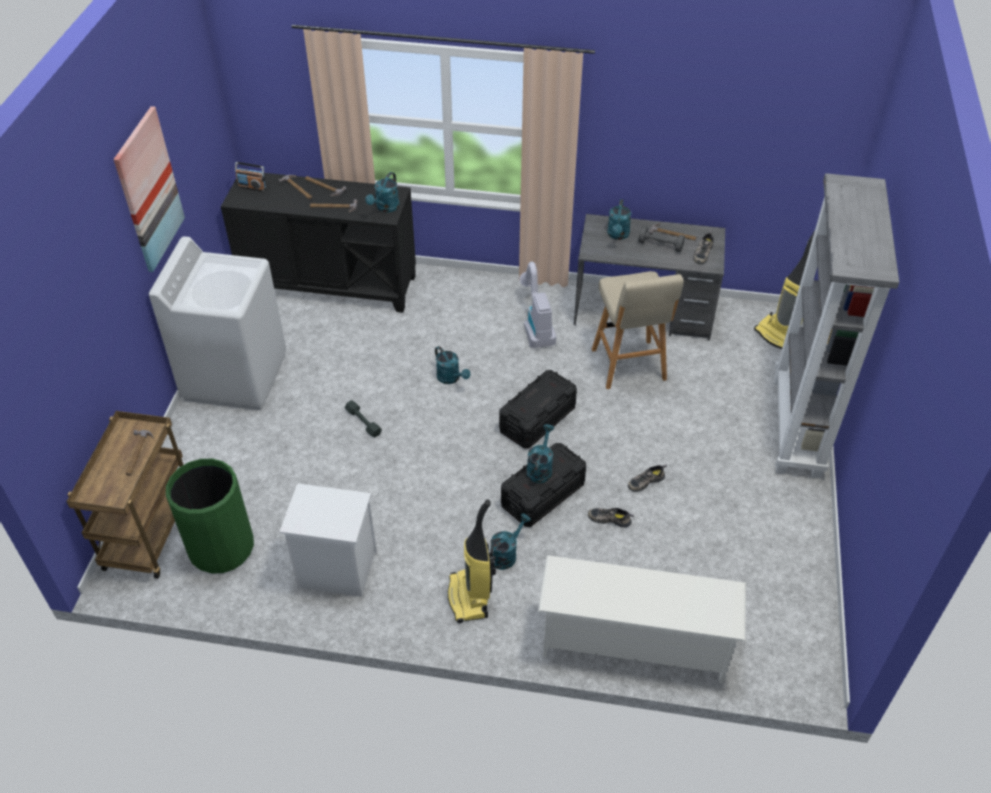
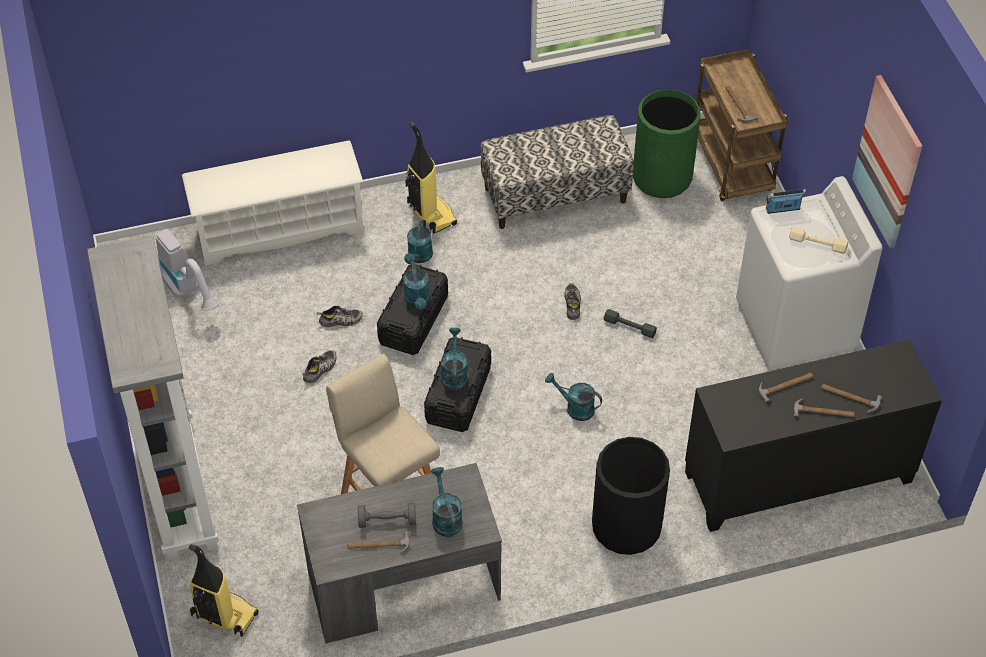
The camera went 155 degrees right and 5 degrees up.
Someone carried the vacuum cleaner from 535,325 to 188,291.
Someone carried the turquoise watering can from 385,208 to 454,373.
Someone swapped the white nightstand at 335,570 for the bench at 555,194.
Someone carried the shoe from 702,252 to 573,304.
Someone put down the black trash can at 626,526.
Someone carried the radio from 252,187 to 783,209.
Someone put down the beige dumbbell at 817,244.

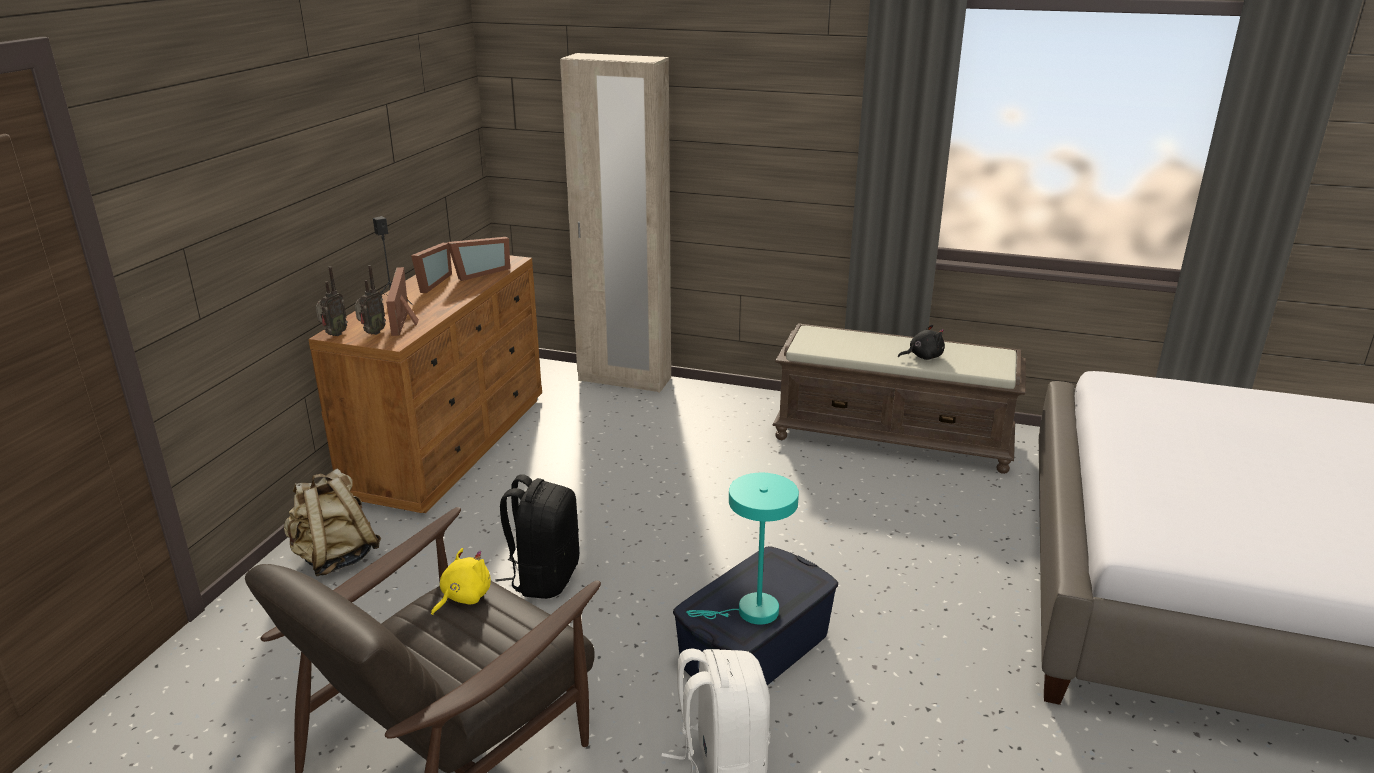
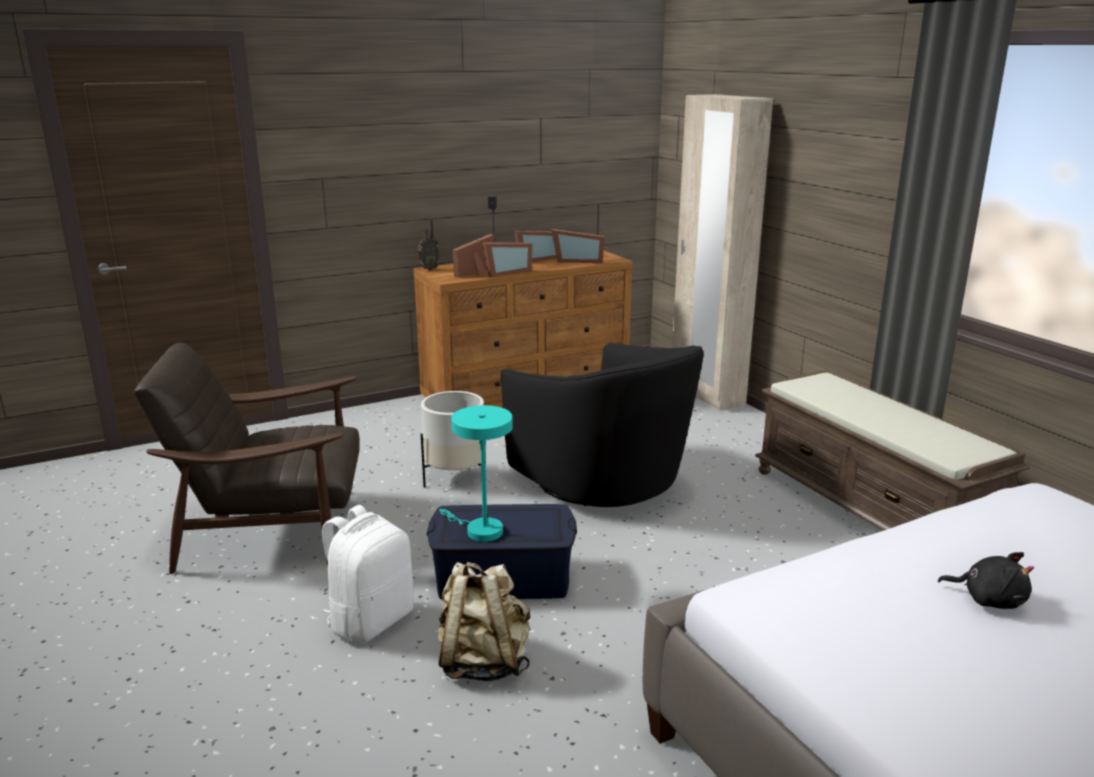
The camera went 45 degrees right and 5 degrees down.
Someone swapped the black backpack at 544,577 for the white planter at 455,478.
Someone carried the beige backpack from 335,558 to 483,662.
Someone put down the picture frame at 505,272.
Someone put down the black armchair at 602,484.
Someone carried the black plush toy from 923,357 to 988,599.
Someone took away the radio at 372,333.
Someone took away the yellow plush toy at 463,597.

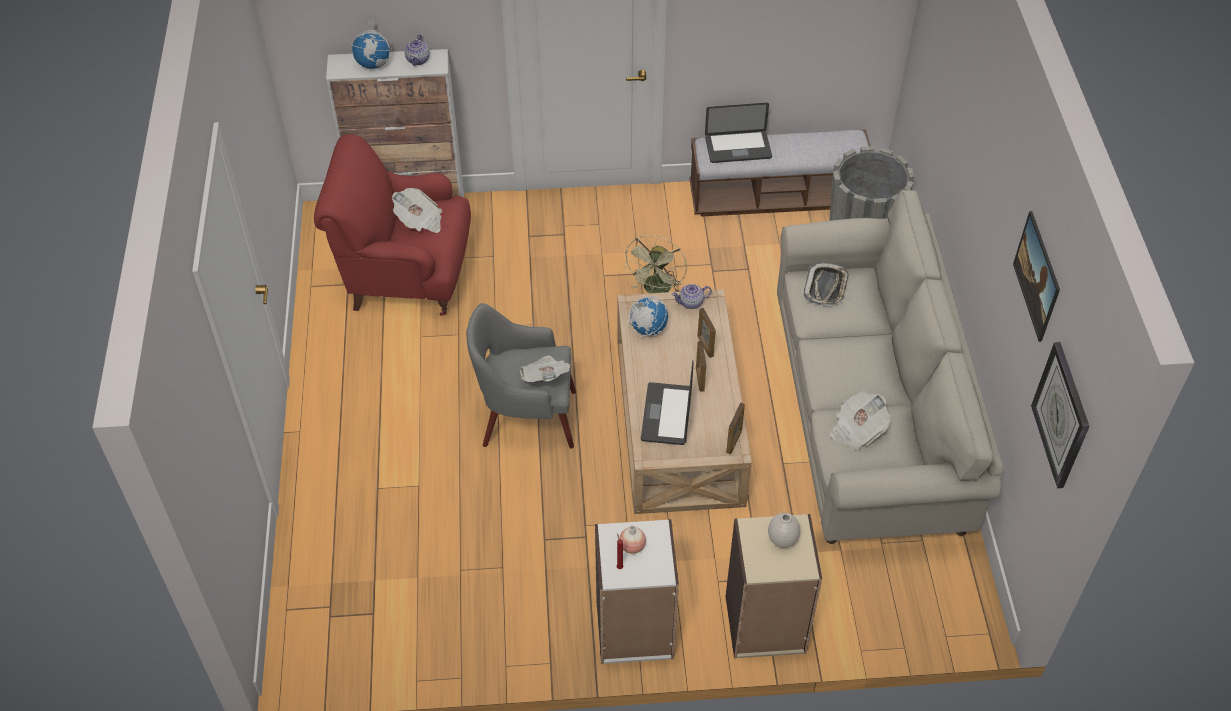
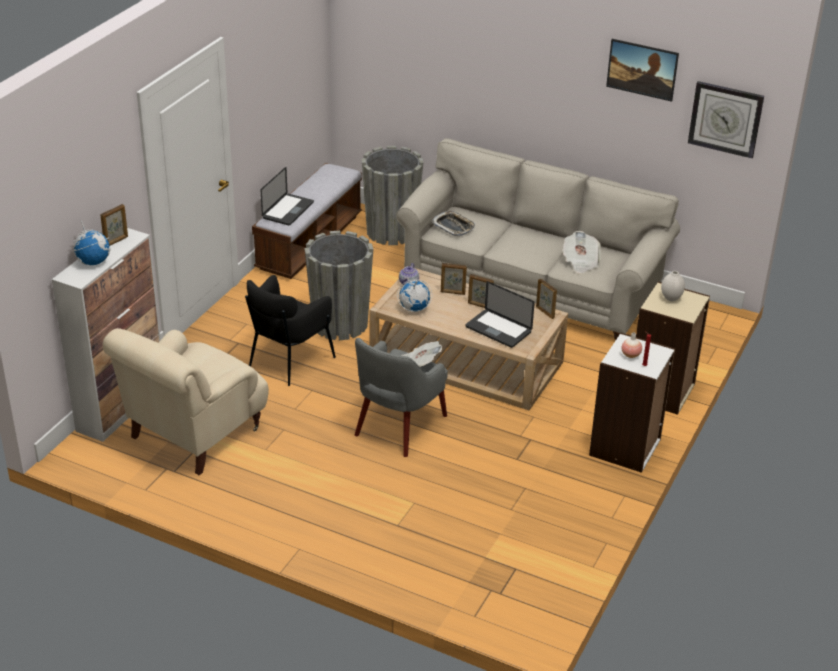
The camera went 60 degrees left and 15 degrees down.
Someone swapped the teapot at 418,59 for the picture frame at 116,241.
Someone repainted the red armchair at 406,276, which became the beige armchair at 193,434.
Someone put down the black armchair at 288,361.
Someone swapped the green fan at 656,291 for the grey planter at 340,324.
Someone took away the newspaper at 419,221.

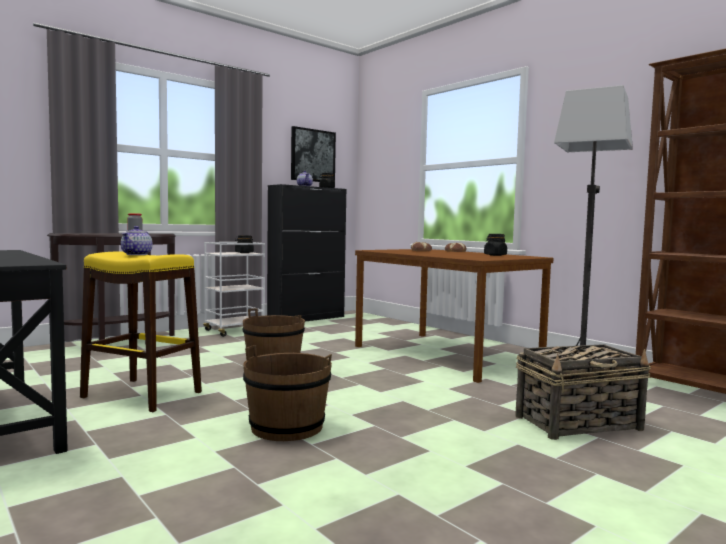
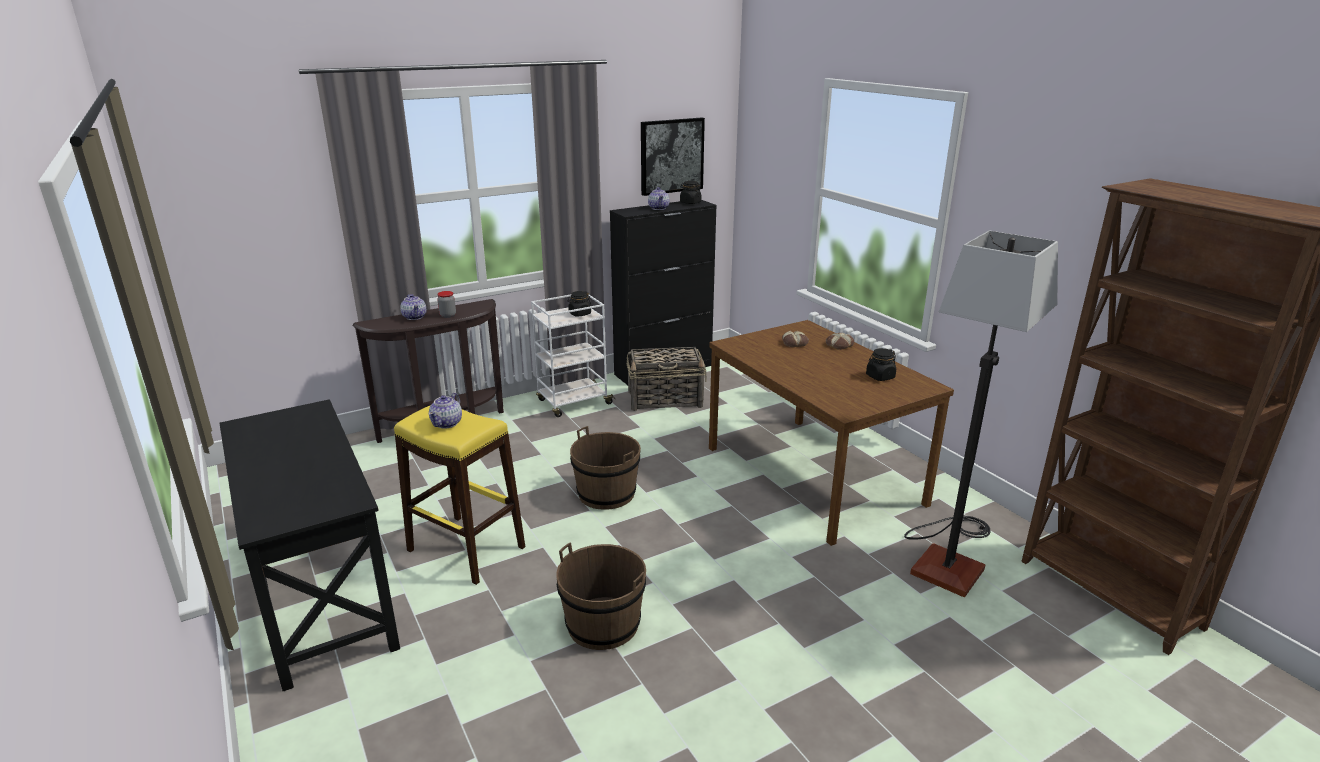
The camera went 10 degrees right and 20 degrees up.
Someone put down the teapot at 415,317.
Someone carried the basket from 579,423 to 666,399.

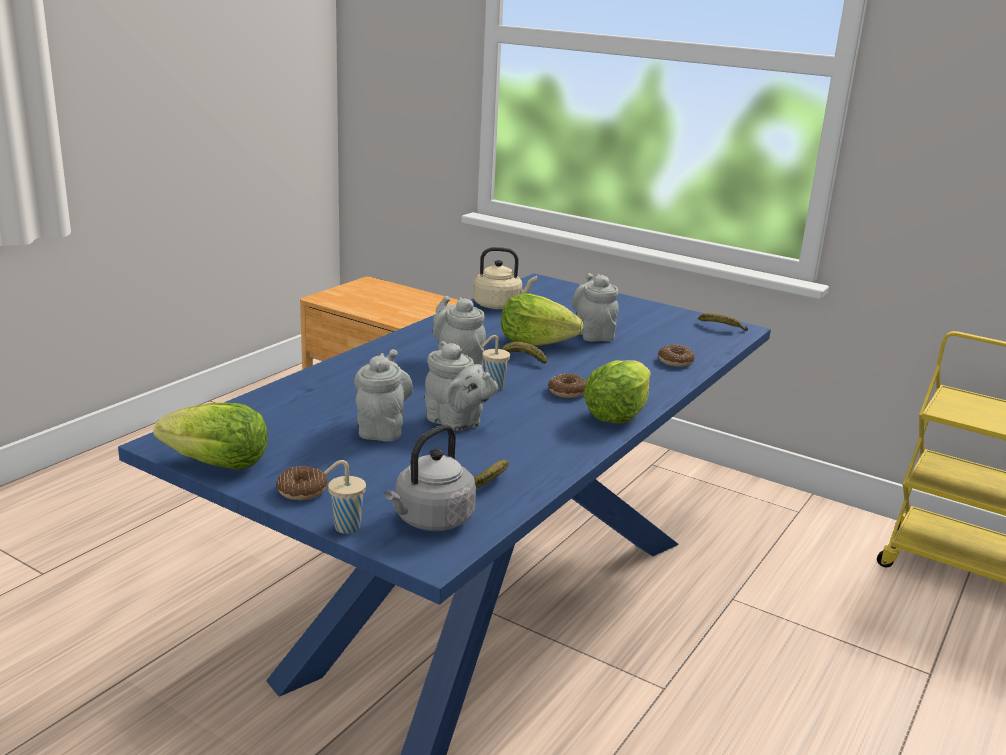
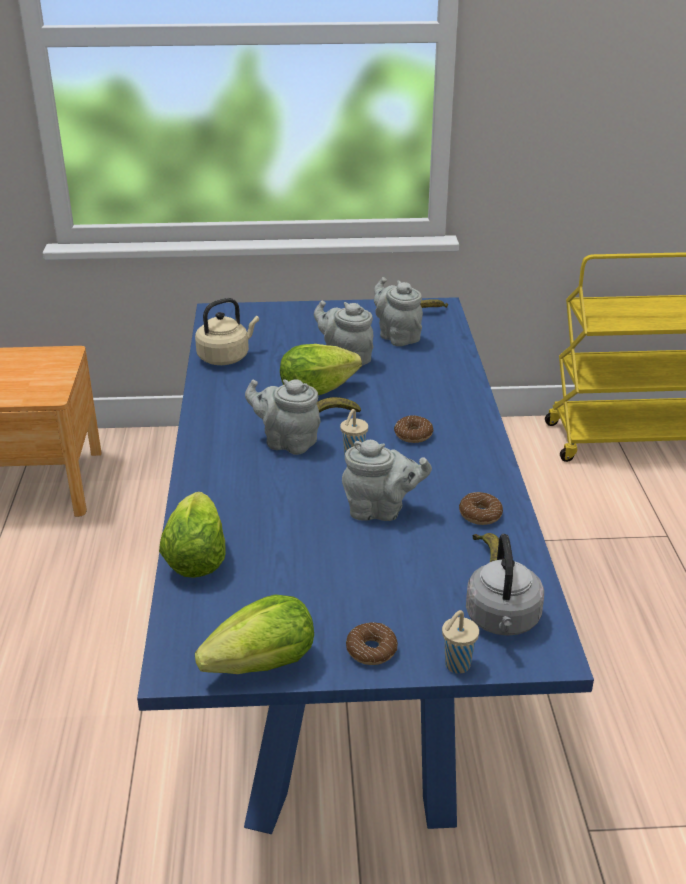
The camera went 35 degrees left and 10 degrees up.
Someone carried the lettuce from 616,415 to 195,558.
Someone carried the grey teapot from 382,428 to 397,336.
Someone carried the donut from 675,361 to 480,514.

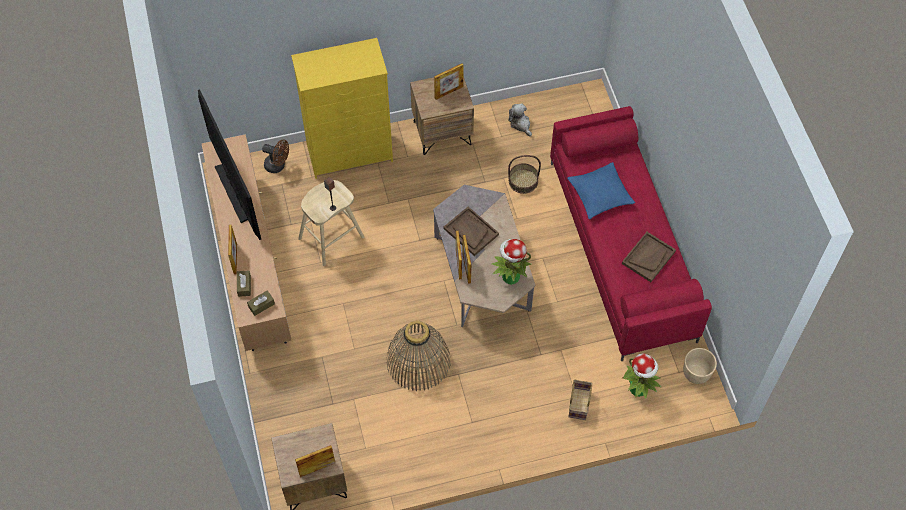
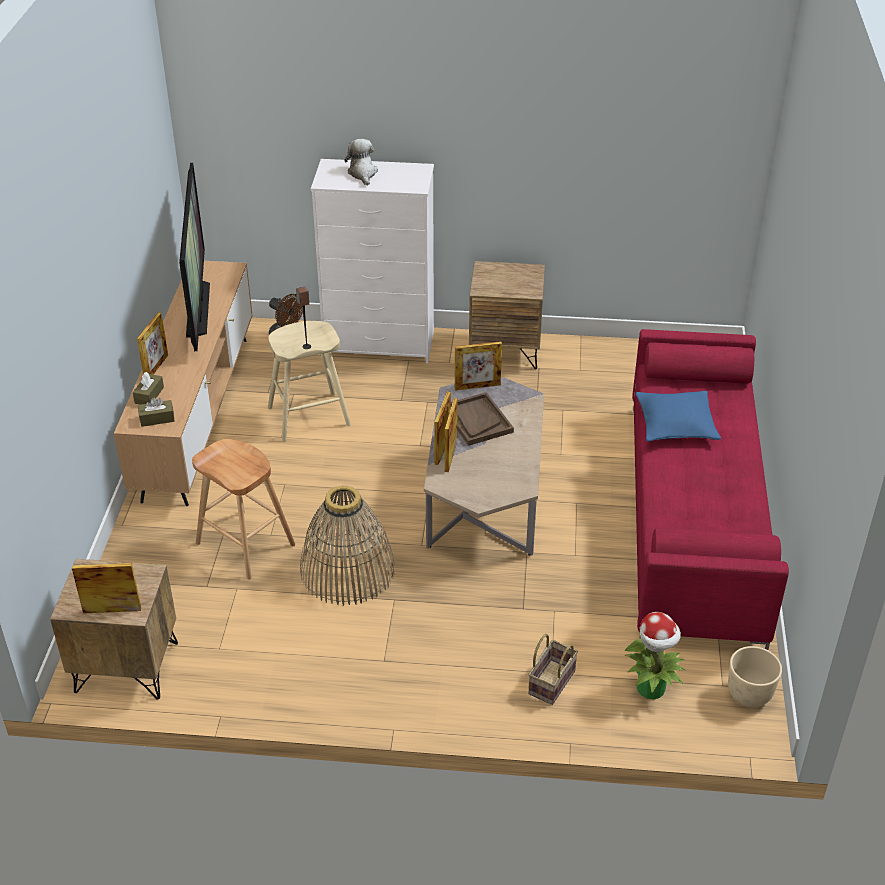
The camera went 20 degrees right and 20 degrees down.
Someone put down the brown stool at 245,544.
Someone repainted the yellow dresser at 350,153, which became the white dresser at 380,344.
Someone carried the plush toy from 520,124 to 362,173.
Someone carried the picture frame from 448,92 to 477,386.
Someone took away the potted plant at 510,276.
Someone took away the basket at 523,181.
Someone took away the brown tray at 648,257.

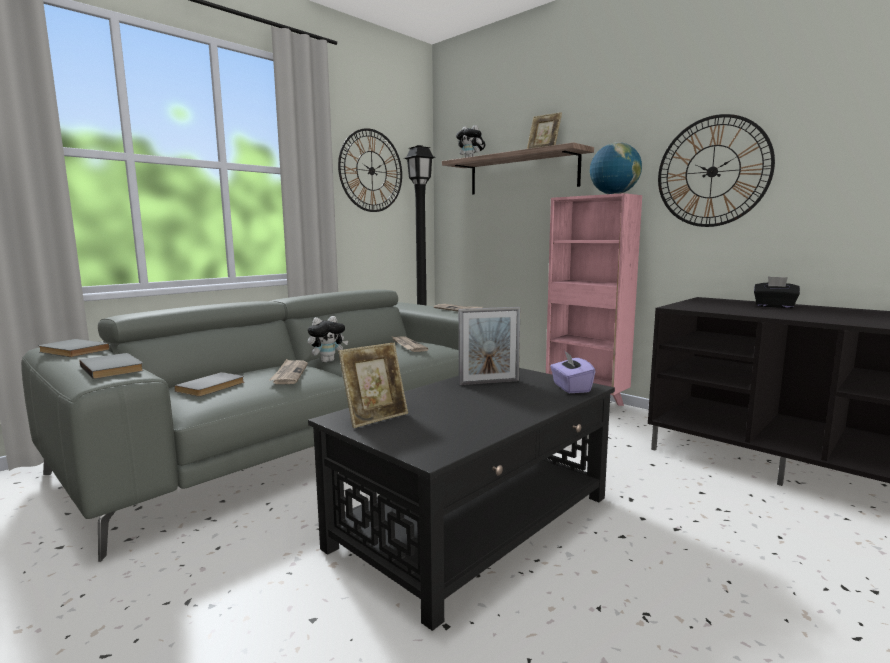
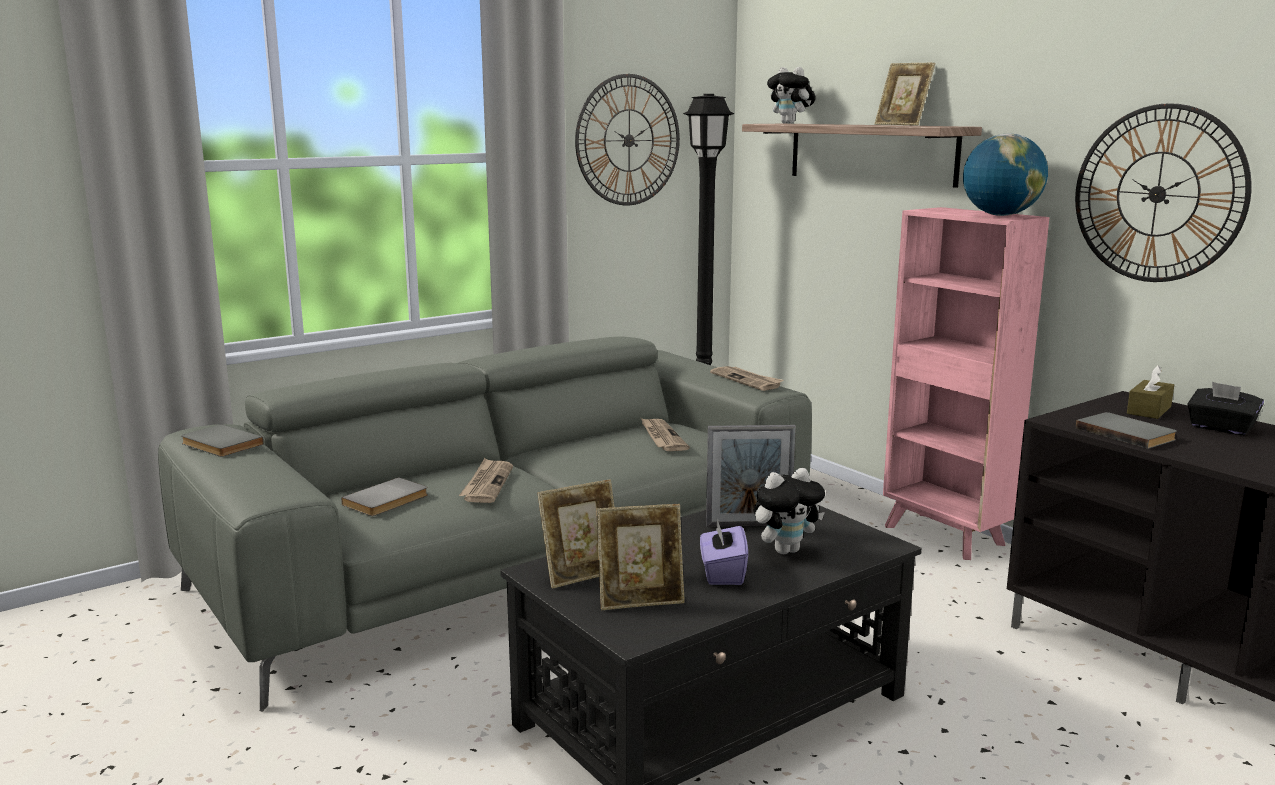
The camera went 10 degrees right and 5 degrees up.
Someone put down the picture frame at 640,599.
Someone carried the purple tissue box from 570,388 to 722,573.
Someone carried the plush toy from 327,361 to 786,550.
Someone carried the grey book from 114,368 to 1127,433.
Someone put down the brown tissue box at 1149,410.

